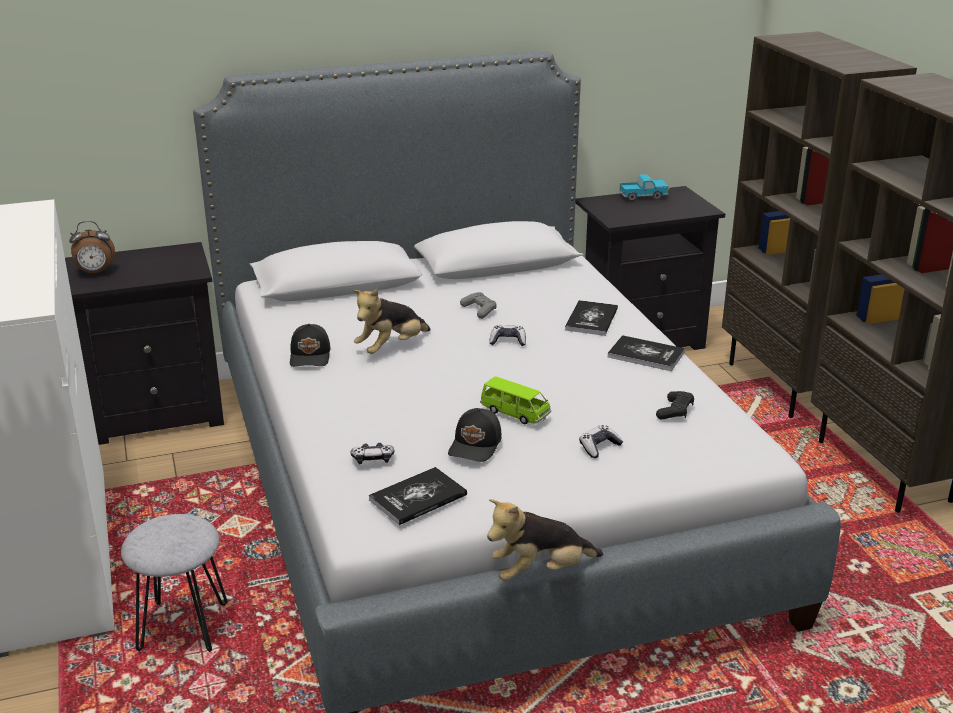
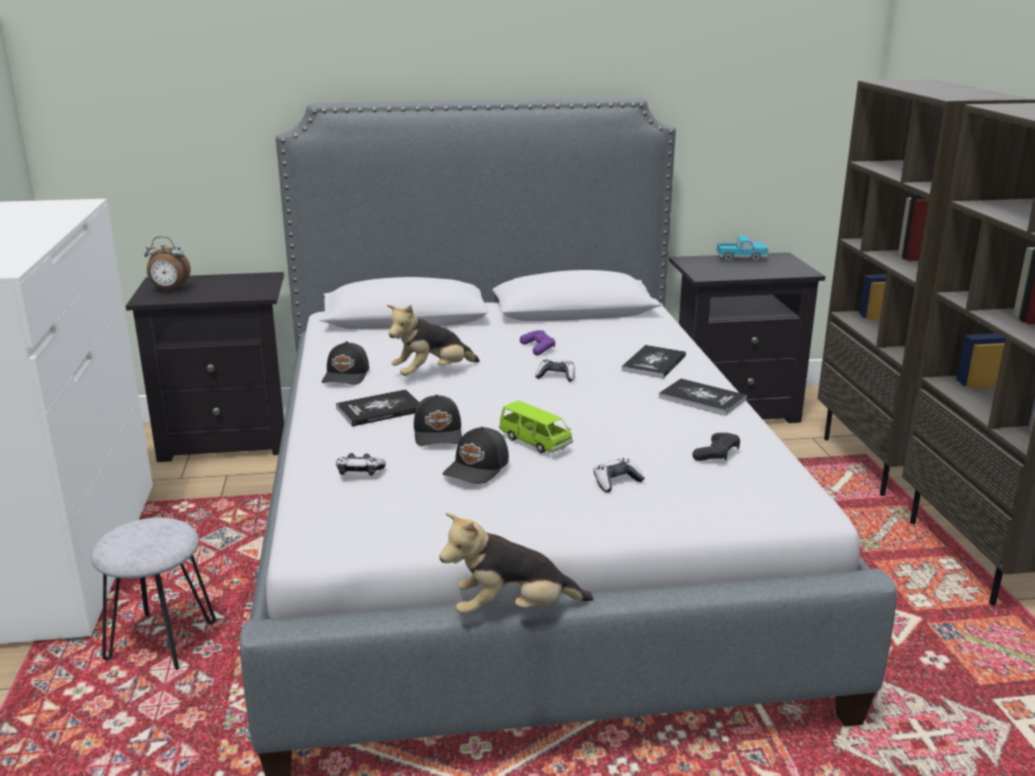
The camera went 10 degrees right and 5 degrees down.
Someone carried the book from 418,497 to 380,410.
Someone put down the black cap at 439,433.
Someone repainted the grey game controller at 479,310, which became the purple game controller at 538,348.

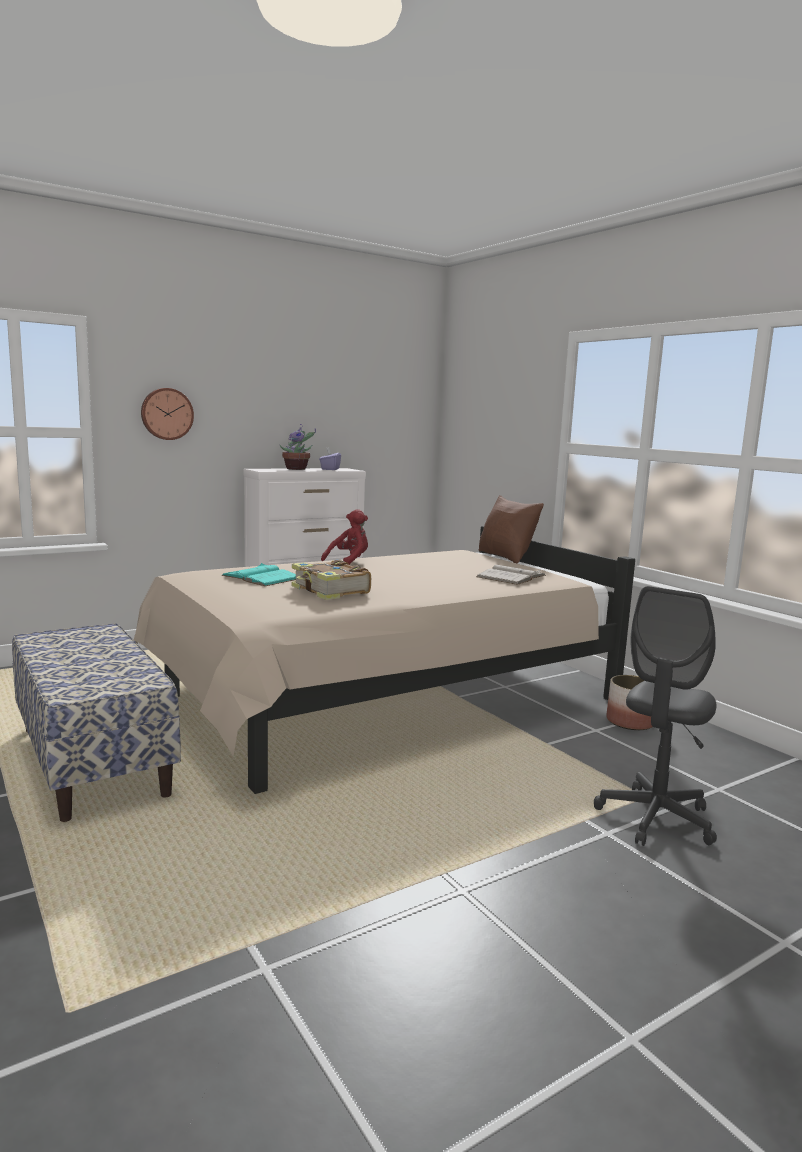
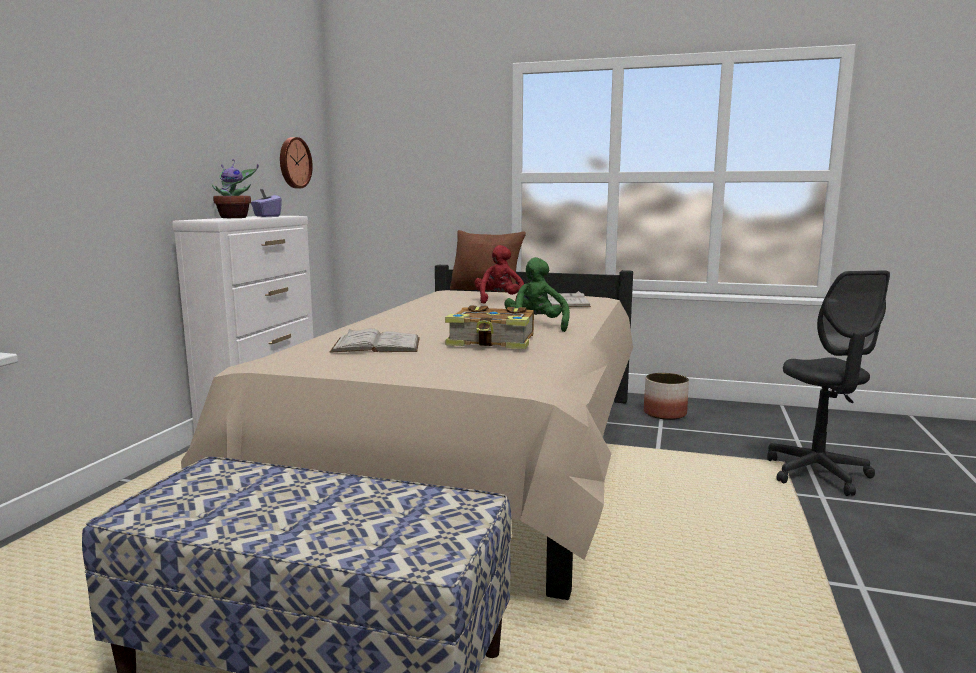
The camera went 40 degrees left and 0 degrees up.
Someone carried the wall clock from 166,414 to 293,163.
Someone repainted the turquoise book at 261,577, which became the white book at 376,345.
Someone carried the red plush toy from 349,562 to 499,301.
Someone put down the green plush toy at 536,326.

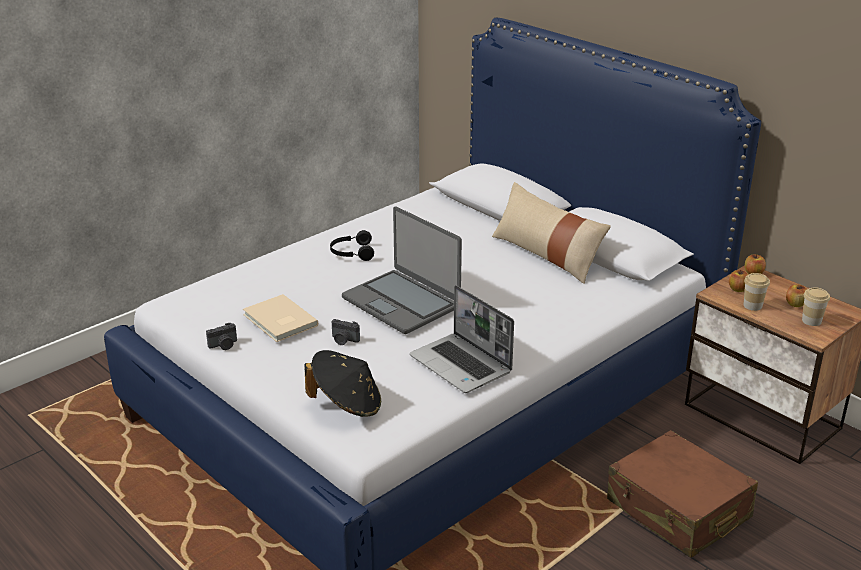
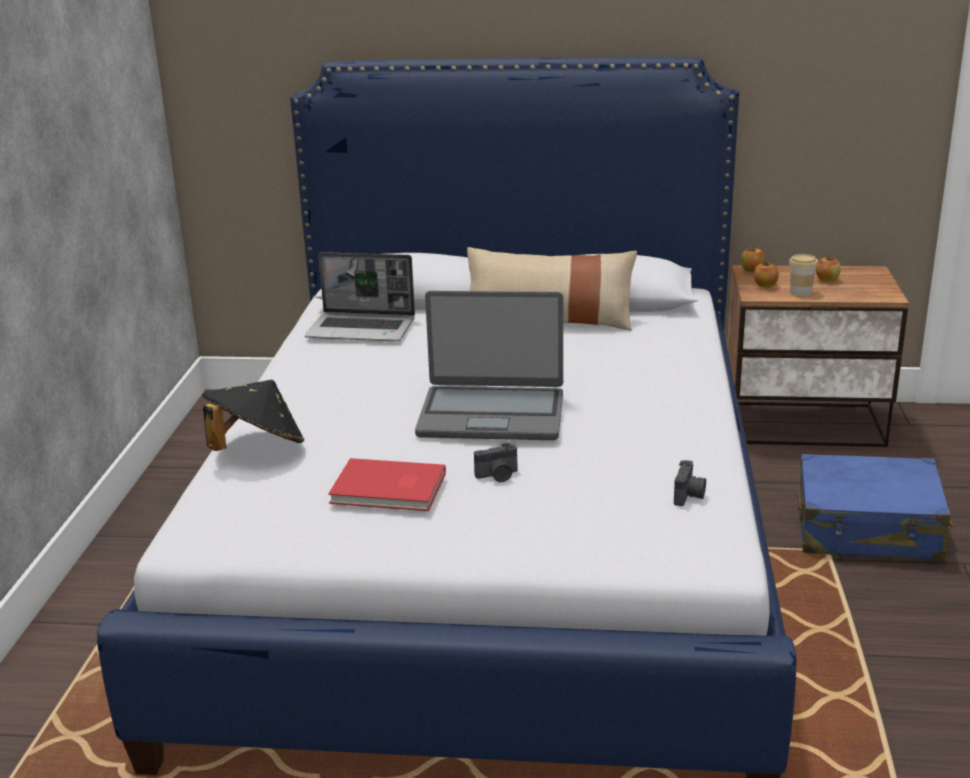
The camera went 40 degrees left and 5 degrees down.
Someone carried the black hat from 347,405 to 256,448.
Someone carried the laptop from 462,365 to 362,329.
Someone repainted the beige book at 279,321, which became the red book at 389,490.
Someone carried the photo camera from 224,345 to 689,496.
Someone repainted the brown suitcase at 678,510, which became the blue suitcase at 868,530.
Someone took away the black headphones at 351,253.
Someone took away the cup at 811,321.

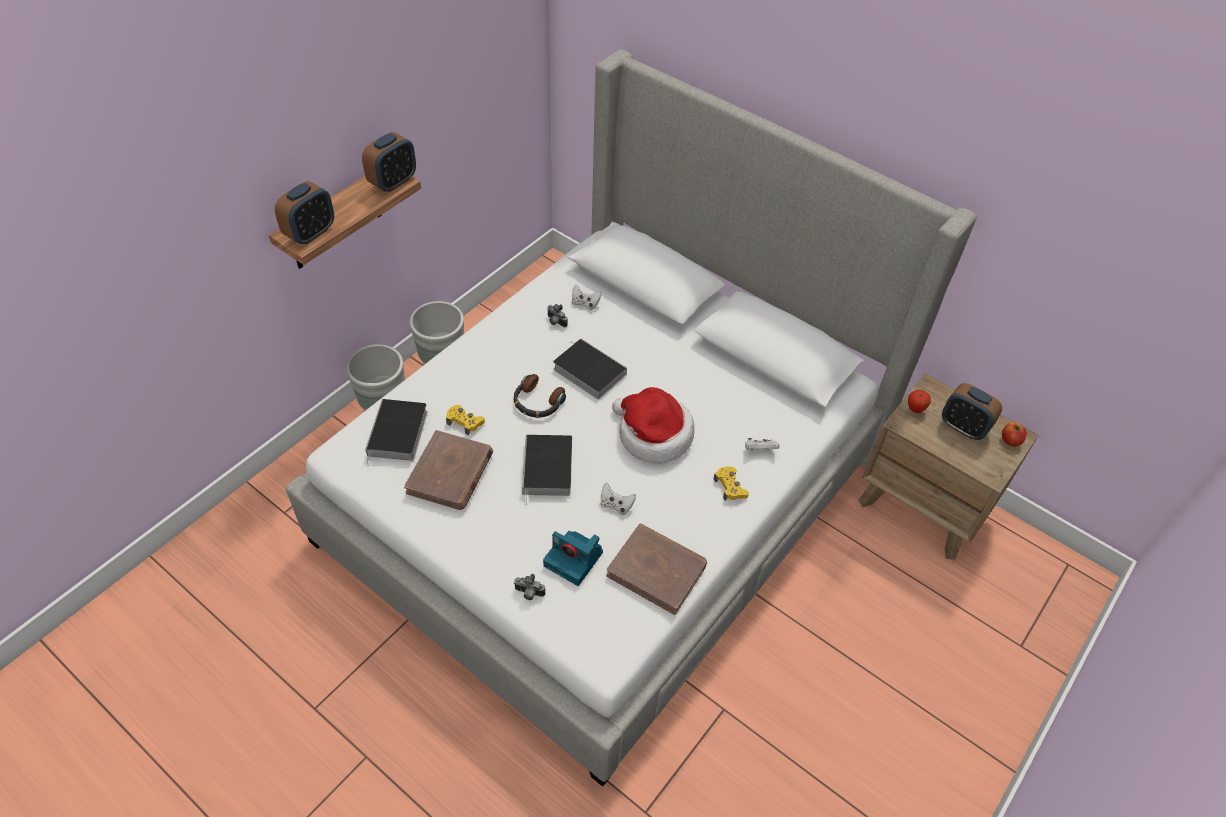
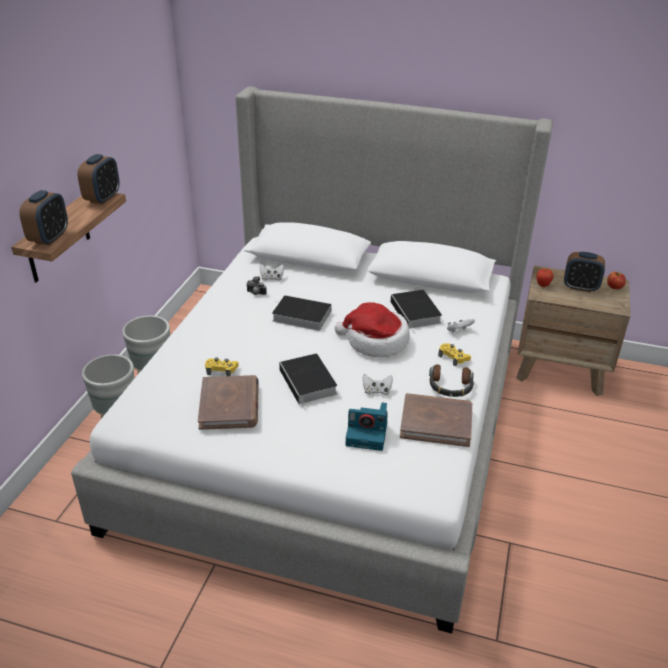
The camera went 20 degrees left and 15 degrees down.
Someone carried the book from 398,435 to 416,313.
Someone carried the headphones from 537,402 to 450,386.
Someone took away the photo camera at 529,593.

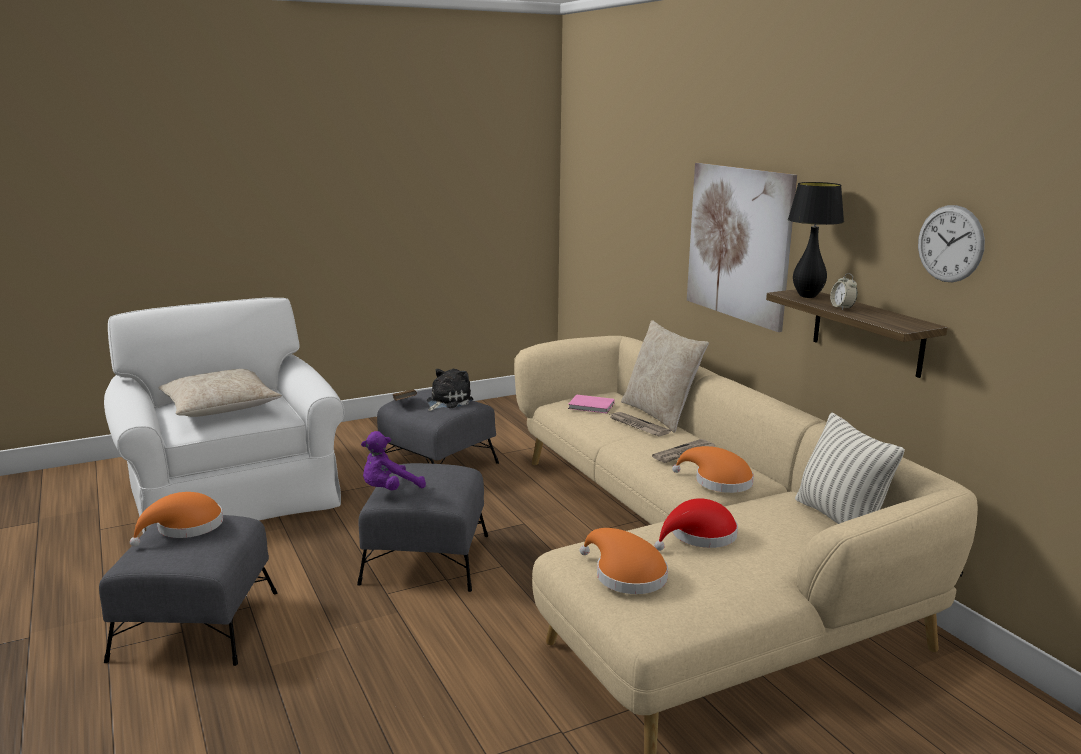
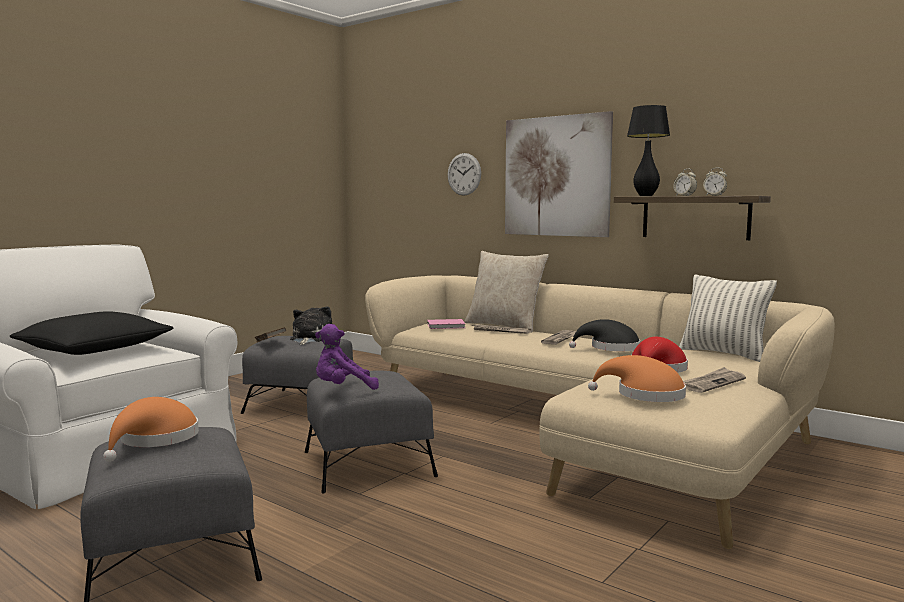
The camera went 25 degrees left and 10 degrees down.
Someone repainted the beige pillow at 220,406, which became the black pillow at 94,349.
Someone rotated the purple plush toy at 389,490 by 45 degrees clockwise.
Someone carried the wall clock from 950,243 to 464,174.
Someone repainted the orange hat at 718,481, which became the black hat at 610,348.
Someone put down the newspaper at 712,383.
Someone put down the alarm clock at 714,195.

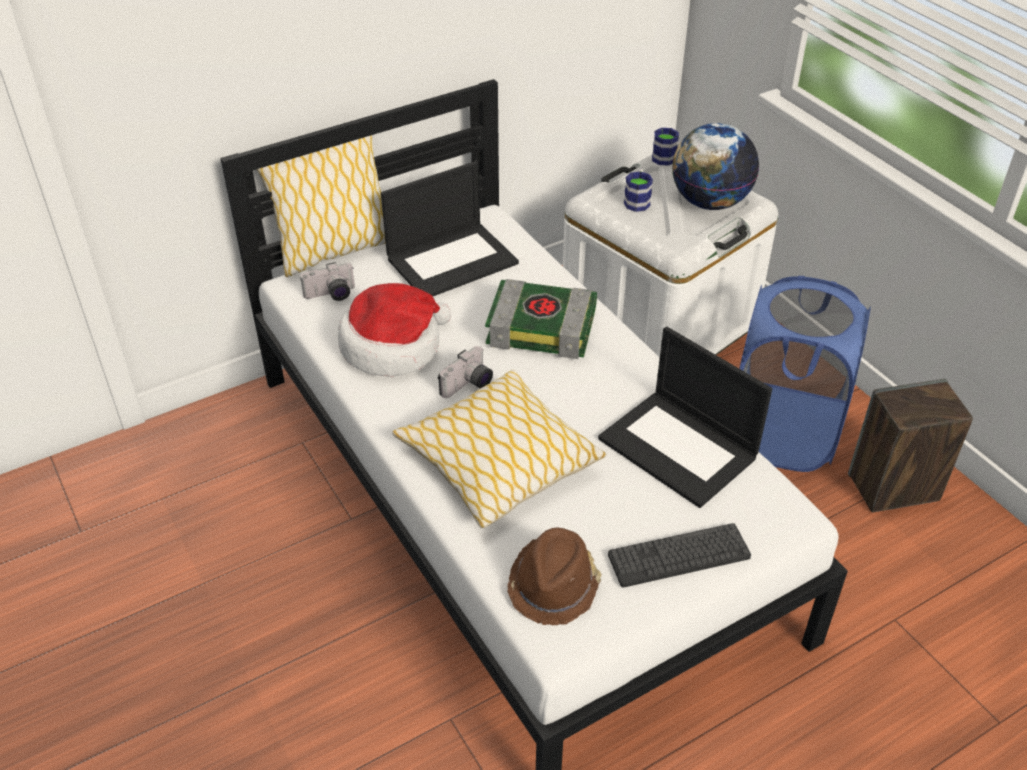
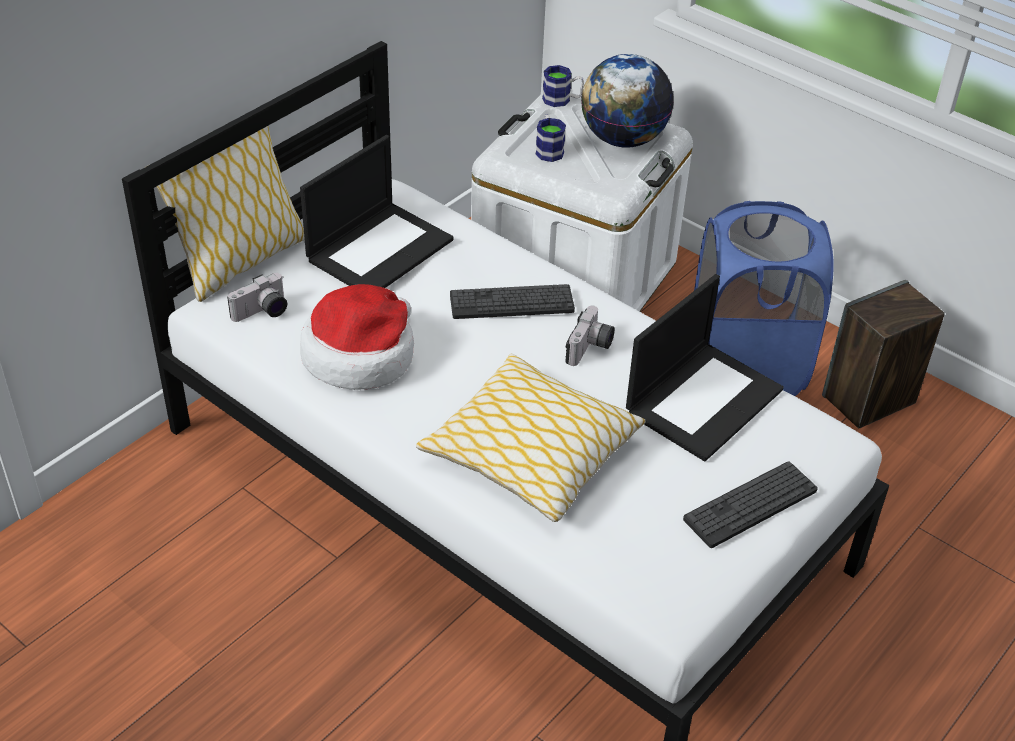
The camera went 20 degrees left and 0 degrees up.
Someone swapped the book at 543,327 for the keyboard at 511,303.
Someone carried the photo camera from 468,386 to 590,349.
Someone rotated the laptop at 680,448 by 75 degrees counterclockwise.
Someone took away the brown hat at 554,585.

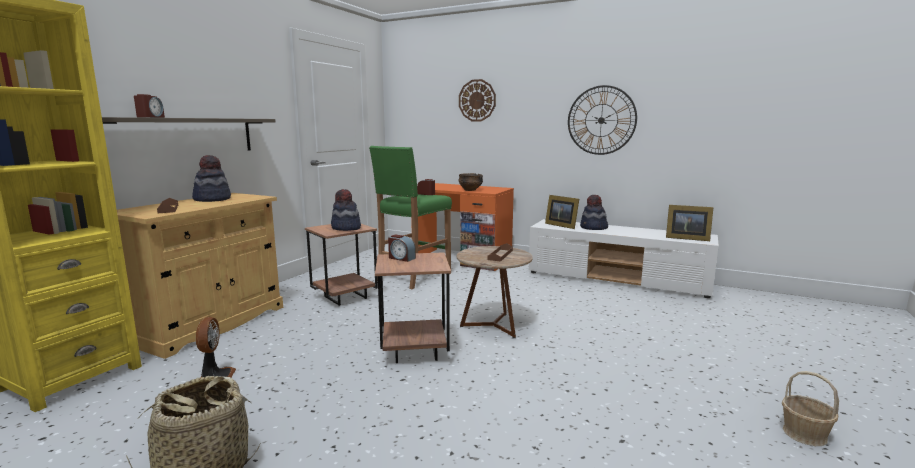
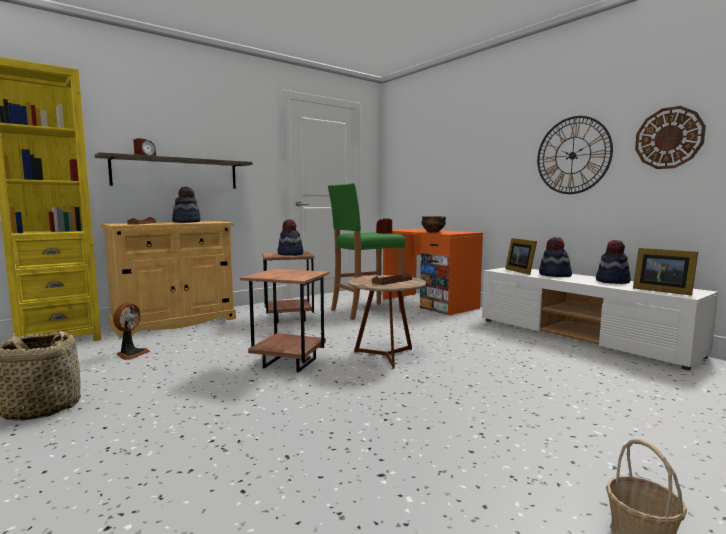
The camera went 25 degrees right and 5 degrees down.
Someone put down the hat at 612,281.
Someone carried the wall clock from 477,100 to 669,138.
Someone took away the alarm clock at 401,258.

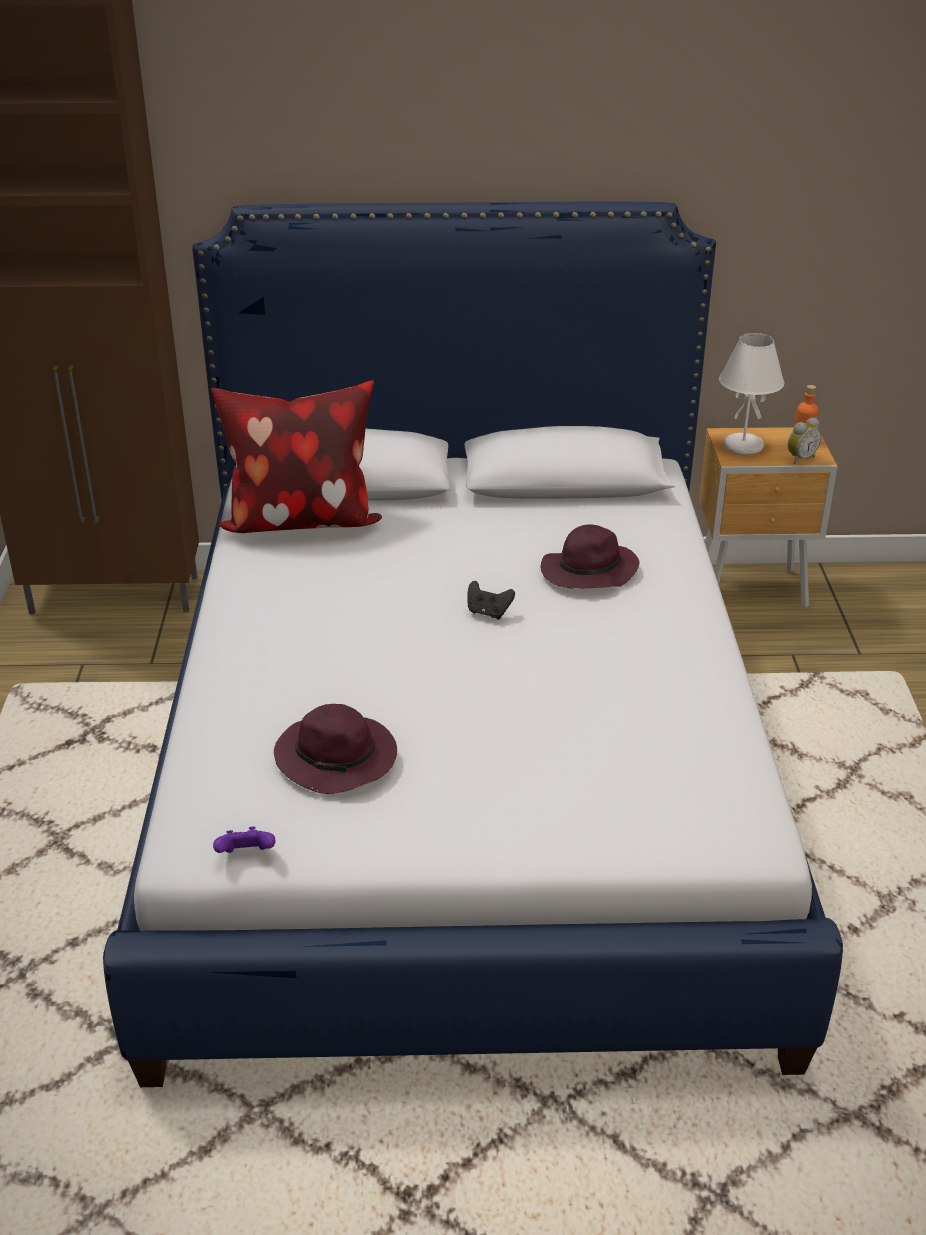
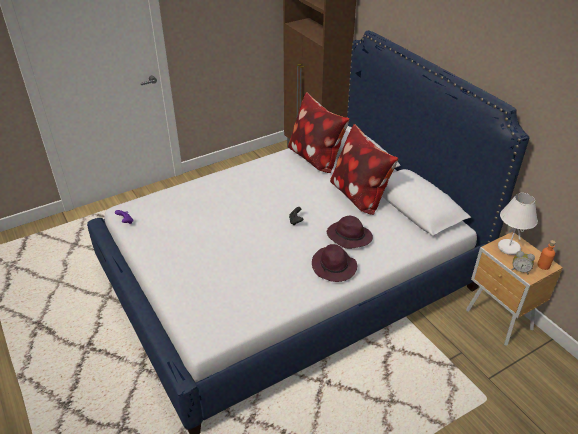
The camera went 60 degrees right and 5 degrees up.
Someone carried the purple hat from 338,759 to 334,267.
Someone put down the pillow at 359,195.

